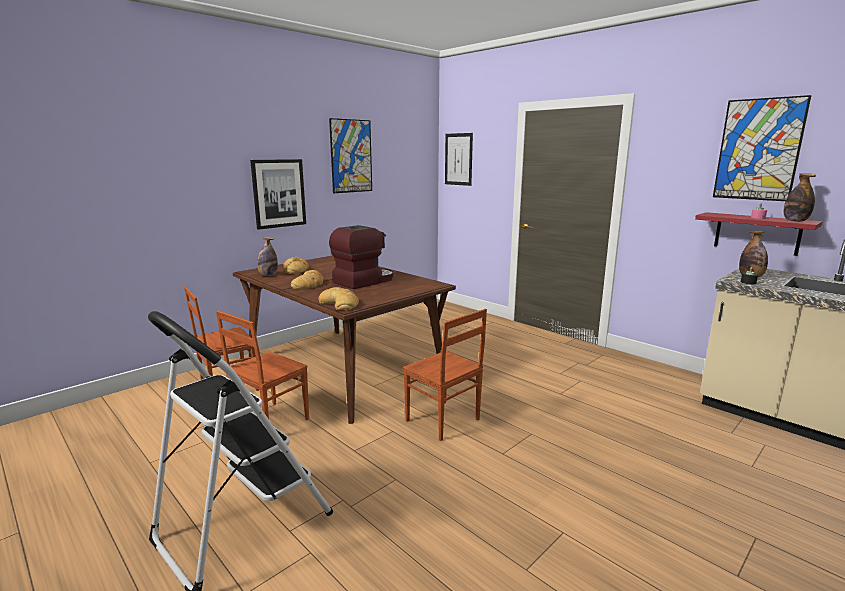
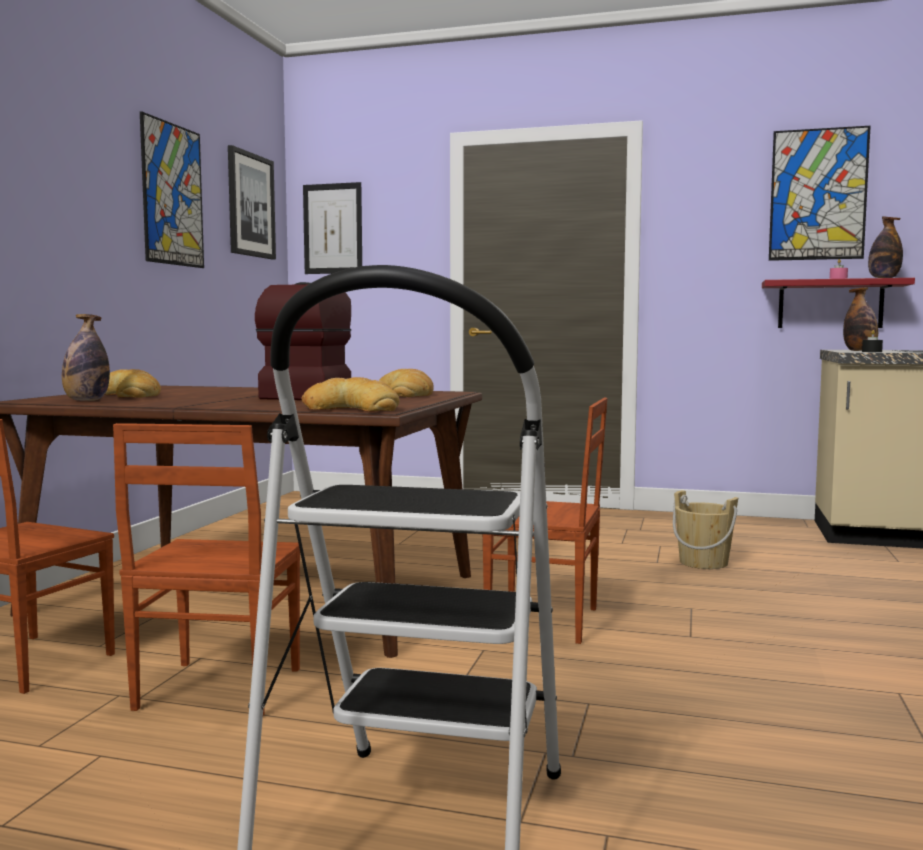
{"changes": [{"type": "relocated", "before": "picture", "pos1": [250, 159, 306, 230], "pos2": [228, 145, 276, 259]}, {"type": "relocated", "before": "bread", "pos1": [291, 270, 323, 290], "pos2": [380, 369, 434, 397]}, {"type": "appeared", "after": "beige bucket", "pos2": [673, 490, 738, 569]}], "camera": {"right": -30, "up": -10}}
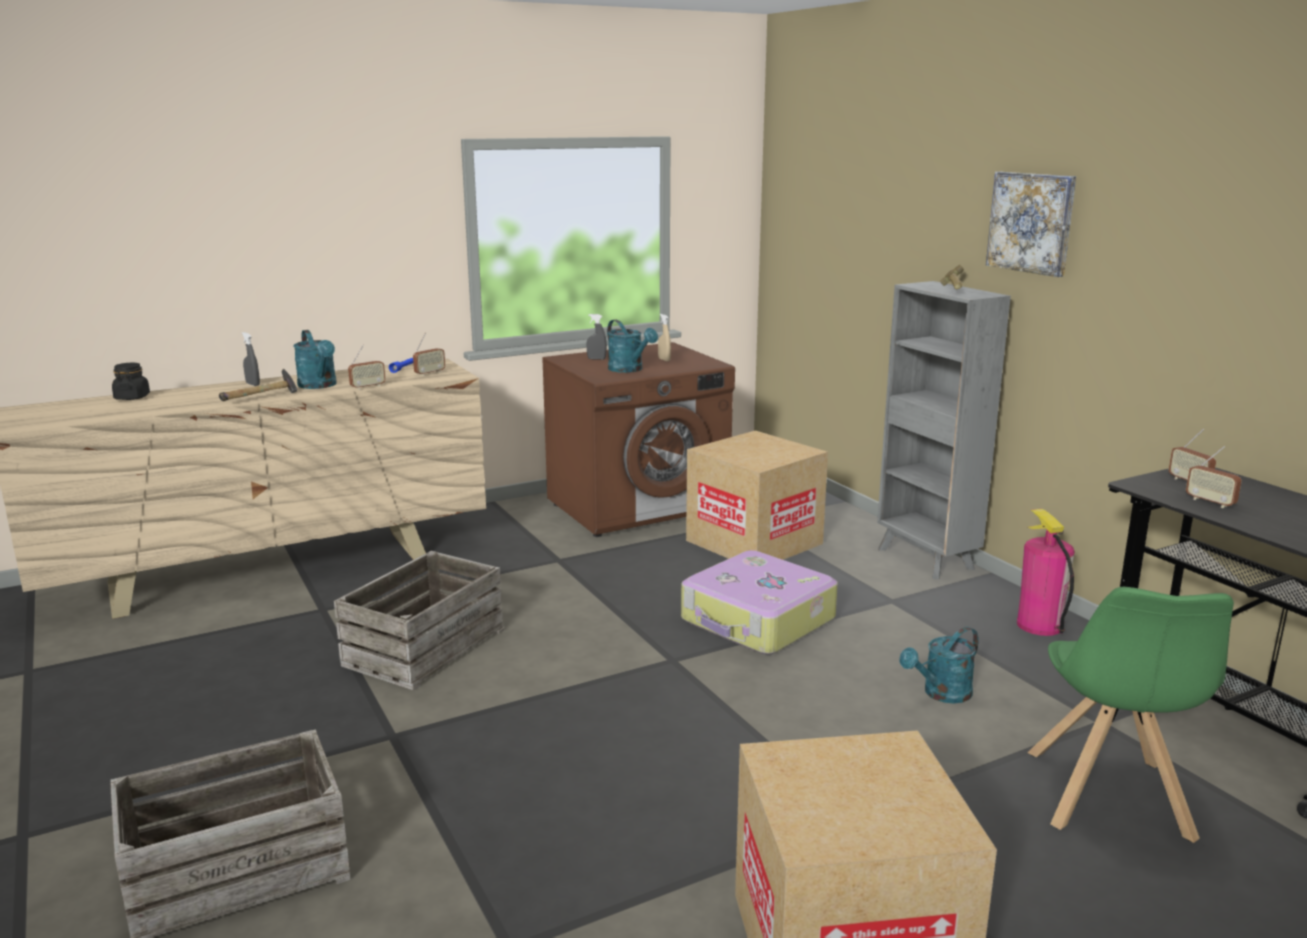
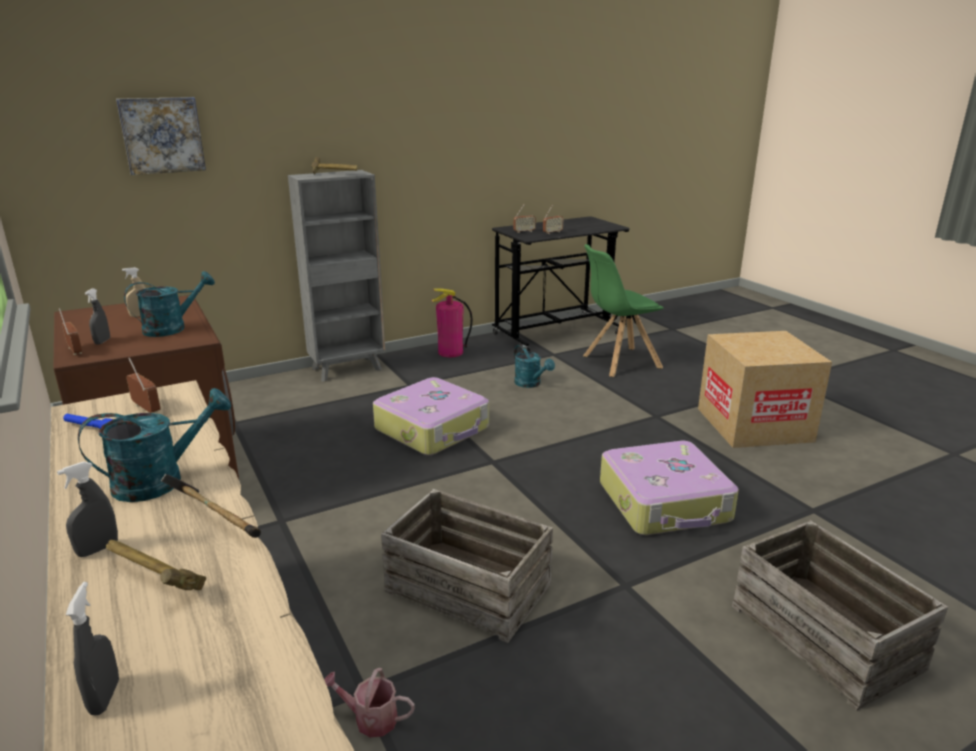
{"changes": [{"type": "relocated", "before": "radio", "pos1": [348, 344, 386, 390], "pos2": [59, 308, 82, 355]}, {"type": "exchanged", "before": "black jar", "after": "grey spray bottle", "pos1": [112, 363, 150, 400], "pos2": [66, 582, 119, 715]}, {"type": "appeared", "after": "hammer", "pos2": [106, 540, 206, 590]}, {"type": "relocated", "before": "picture", "pos1": [986, 172, 1076, 277], "pos2": [116, 97, 206, 175]}, {"type": "appeared", "after": "watering can", "pos2": [324, 668, 415, 737]}, {"type": "spun", "before": "green chair", "pos1": [1027, 587, 1234, 843], "pos2": [583, 244, 664, 377], "turn": 150}, {"type": "appeared", "after": "suitcase", "pos2": [600, 441, 739, 535]}, {"type": "missing", "before": "cardboard box", "pos1": [686, 430, 828, 560]}], "camera": {"right": -90, "up": 5}}
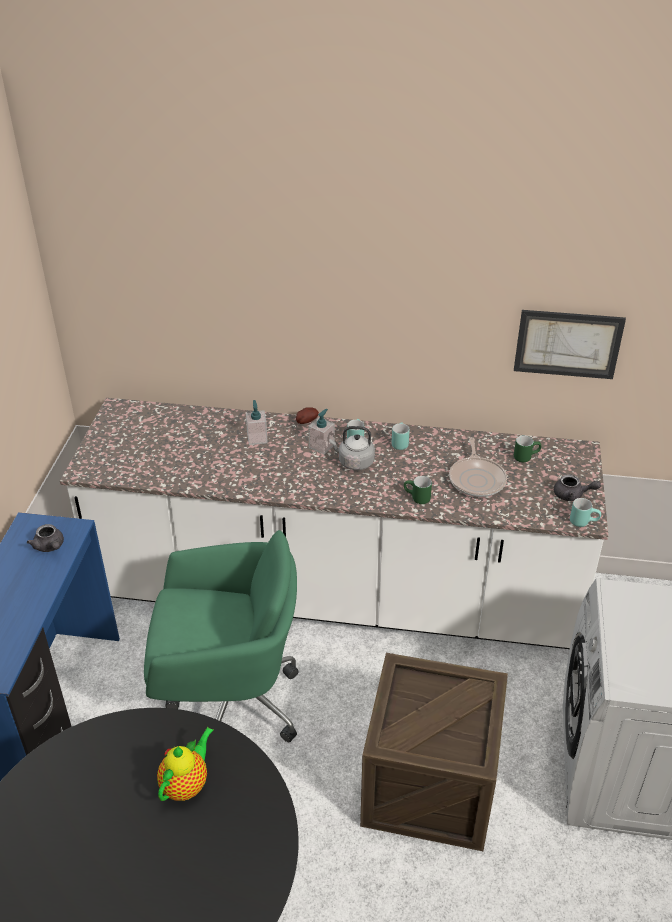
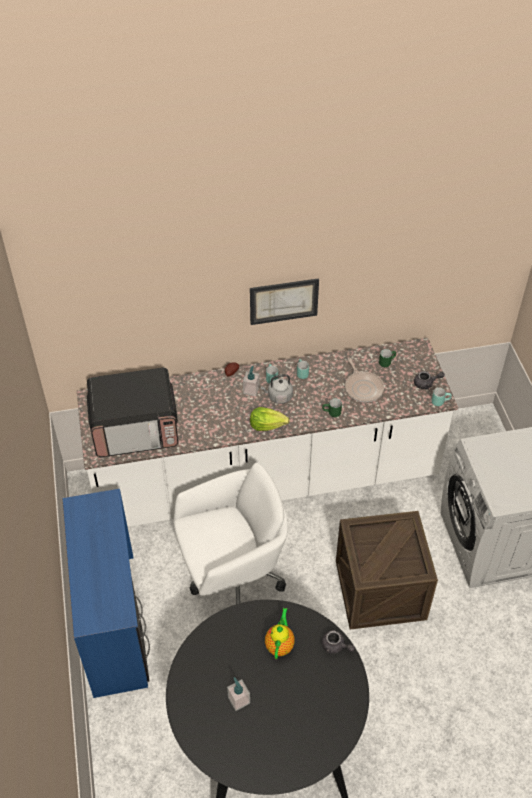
{"changes": [{"type": "appeared", "after": "microwave", "pos2": [87, 368, 179, 457]}, {"type": "colour", "before": "green office chair", "after": "white office chair", "pos1": [144, 530, 299, 742], "pos2": [173, 463, 288, 604]}, {"type": "relocated", "before": "soap dispenser", "pos1": [246, 400, 268, 445], "pos2": [227, 677, 250, 711]}, {"type": "relocated", "before": "picture", "pos1": [514, 310, 626, 379], "pos2": [250, 278, 319, 325]}, {"type": "appeared", "after": "lettuce", "pos2": [250, 407, 290, 431]}, {"type": "relocated", "before": "grey teapot", "pos1": [27, 524, 64, 552], "pos2": [322, 631, 355, 654]}], "camera": {"right": -20, "up": 10}}
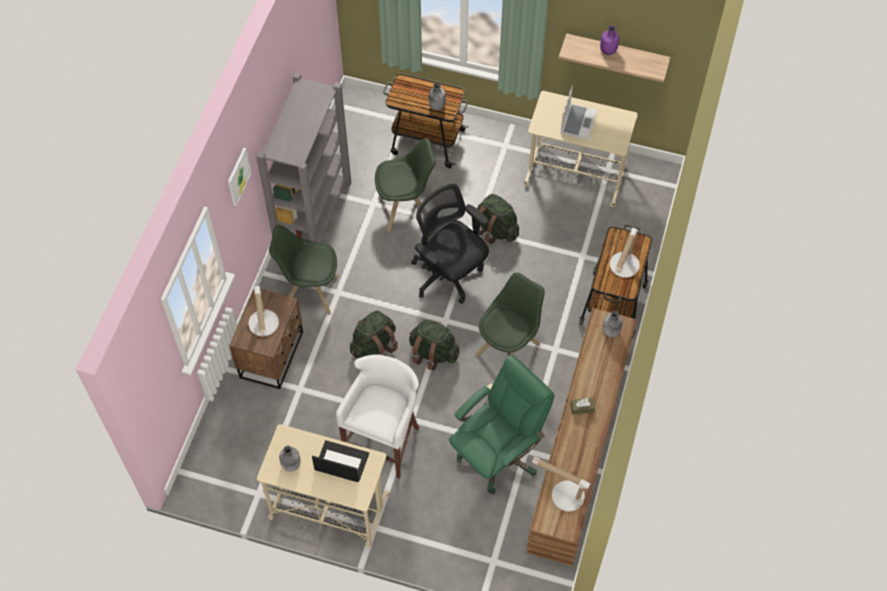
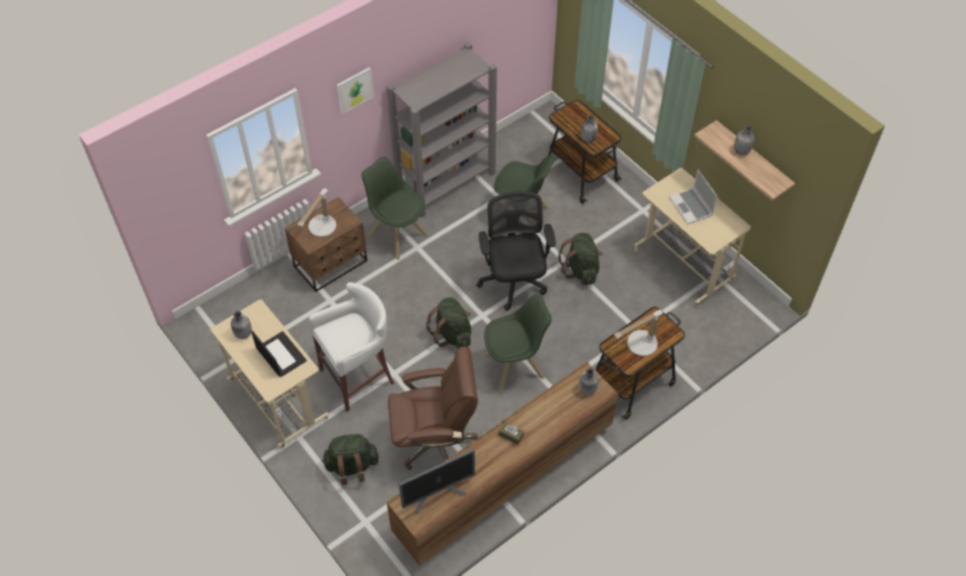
{"changes": [{"type": "relocated", "before": "green backpack", "pos1": [350, 310, 398, 359], "pos2": [322, 434, 379, 485]}, {"type": "colour", "before": "green office chair", "after": "brown office chair", "pos1": [449, 354, 554, 494], "pos2": [388, 347, 478, 470]}, {"type": "exchanged", "before": "table lamp", "after": "monitor", "pos1": [532, 457, 590, 511], "pos2": [399, 449, 475, 514]}, {"type": "spun", "before": "laptop", "pos1": [560, 86, 597, 140], "pos2": [669, 170, 718, 224], "turn": 105}, {"type": "colour", "before": "purple bottle", "after": "grey bottle", "pos1": [600, 25, 619, 55], "pos2": [734, 125, 755, 155]}], "camera": {"right": 35, "up": -5}}
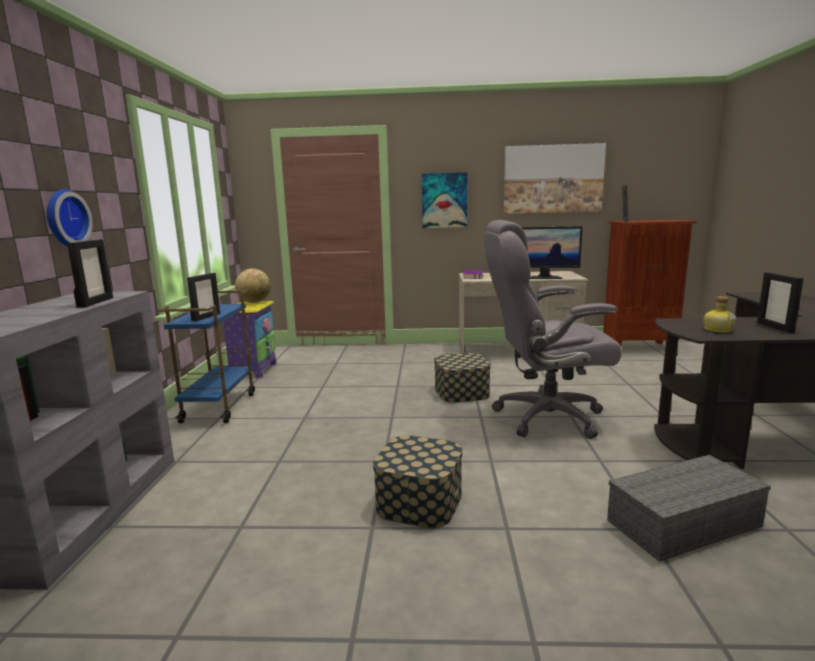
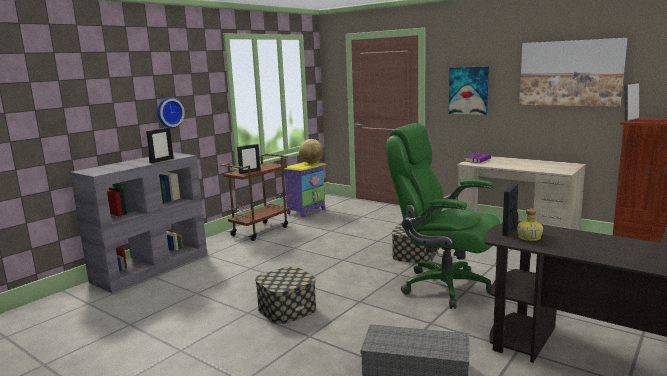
{"changes": [{"type": "colour", "before": "blue cart", "after": "brown cart", "pos1": [158, 290, 255, 423], "pos2": [221, 154, 290, 241]}, {"type": "colour", "before": "grey office chair", "after": "green office chair", "pos1": [484, 220, 622, 439], "pos2": [386, 123, 501, 309]}, {"type": "relocated", "before": "picture frame", "pos1": [757, 272, 804, 333], "pos2": [502, 183, 519, 236]}, {"type": "missing", "before": "monitor", "pos1": [521, 226, 583, 279]}], "camera": {"right": 35, "up": 0}}
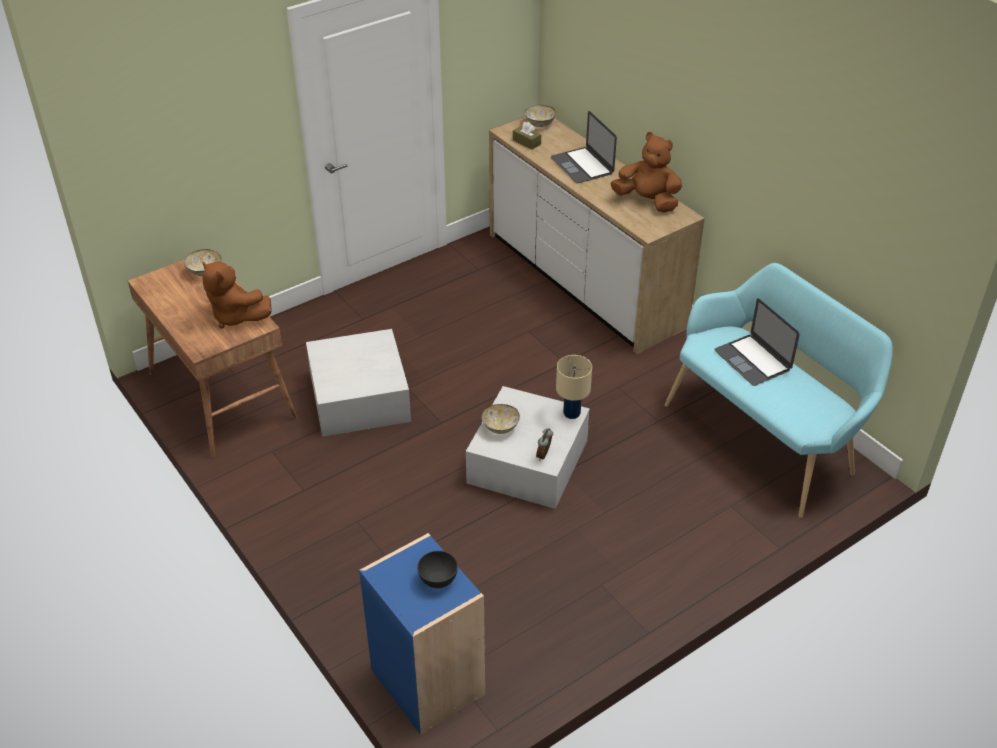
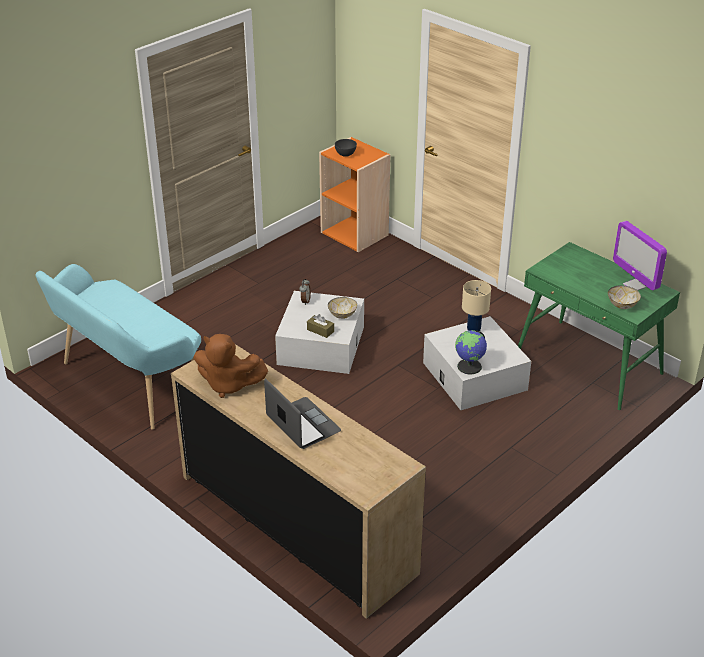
{"changes": [{"type": "relocated", "before": "brown tissue box", "pos1": [513, 122, 541, 150], "pos2": [307, 314, 334, 338]}, {"type": "colour", "before": "blue bookcase", "after": "orange bookcase", "pos1": [359, 533, 485, 735], "pos2": [319, 137, 390, 252]}, {"type": "appeared", "after": "globe", "pos2": [455, 330, 487, 374]}, {"type": "relocated", "before": "beige table lamp", "pos1": [556, 355, 592, 419], "pos2": [462, 280, 491, 331]}, {"type": "colour", "before": "brown desk", "after": "green desk", "pos1": [128, 259, 298, 457], "pos2": [518, 242, 680, 410]}, {"type": "appeared", "after": "monitor", "pos2": [613, 221, 667, 291]}, {"type": "missing", "before": "brown plush toy", "pos1": [202, 261, 272, 328]}, {"type": "missing", "before": "bowl", "pos1": [524, 105, 556, 127]}, {"type": "missing", "before": "laptop", "pos1": [714, 299, 800, 386]}], "camera": {"right": 170, "up": -5}}
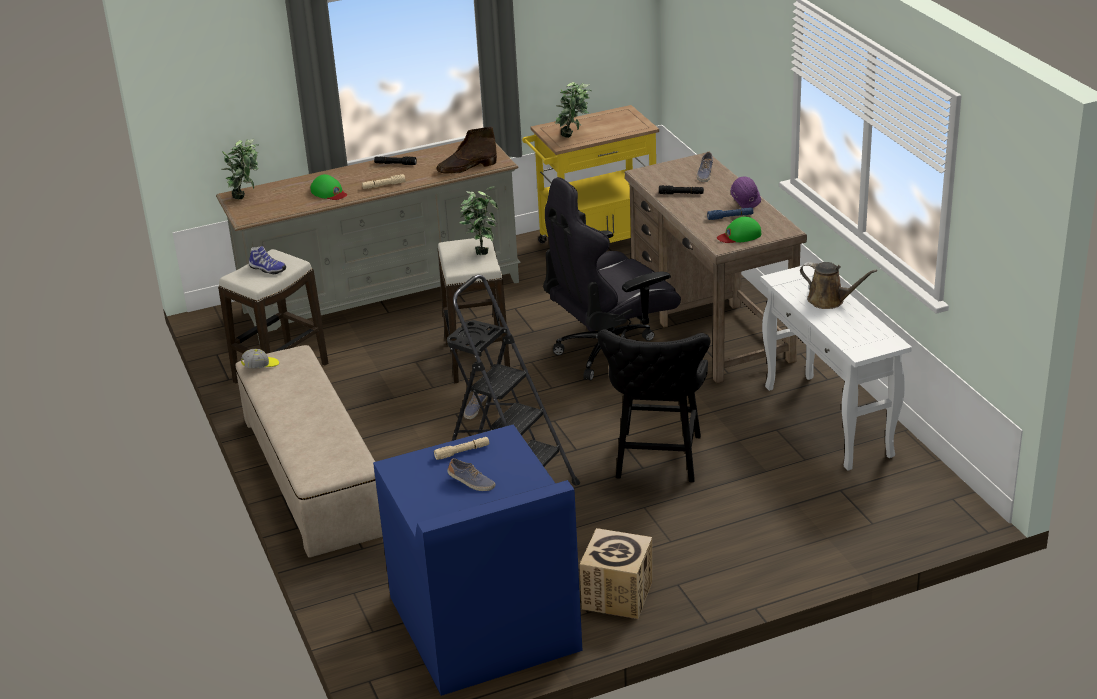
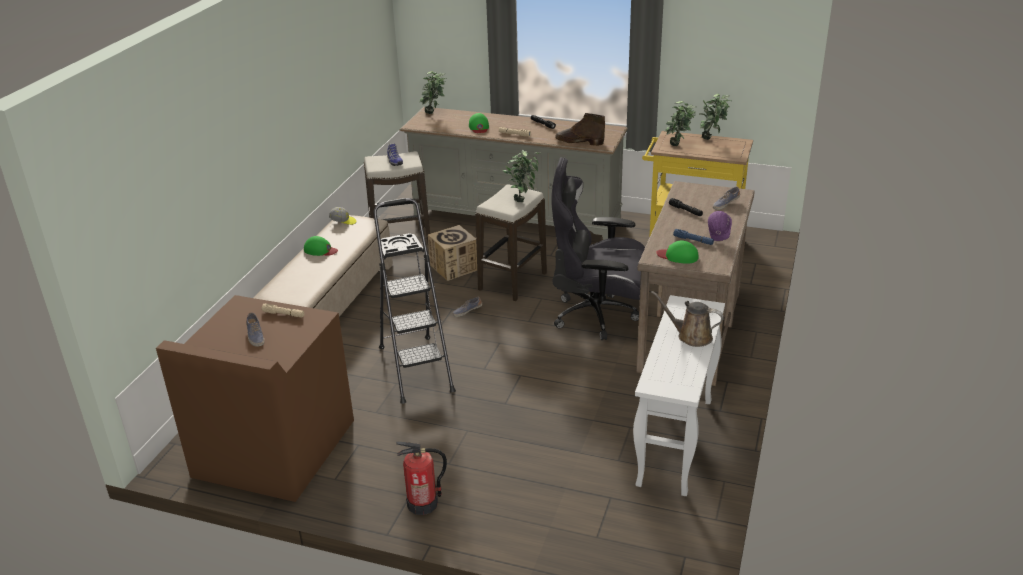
{"changes": [{"type": "colour", "before": "blue washing machine", "after": "brown washing machine", "pos1": [373, 424, 583, 696], "pos2": [156, 295, 354, 502]}, {"type": "appeared", "after": "green cap", "pos2": [304, 236, 338, 256]}, {"type": "appeared", "after": "fire extinguisher", "pos2": [396, 442, 447, 515]}, {"type": "relocated", "before": "cardboard box", "pos1": [580, 528, 652, 619], "pos2": [428, 225, 477, 281]}, {"type": "spun", "before": "brown watering can", "pos1": [800, 262, 877, 309], "pos2": [651, 291, 724, 347], "turn": 135}, {"type": "appeared", "after": "potted plant", "pos2": [699, 94, 732, 140]}, {"type": "missing", "before": "black stool", "pos1": [597, 329, 710, 482]}], "camera": {"right": 40, "up": 0}}
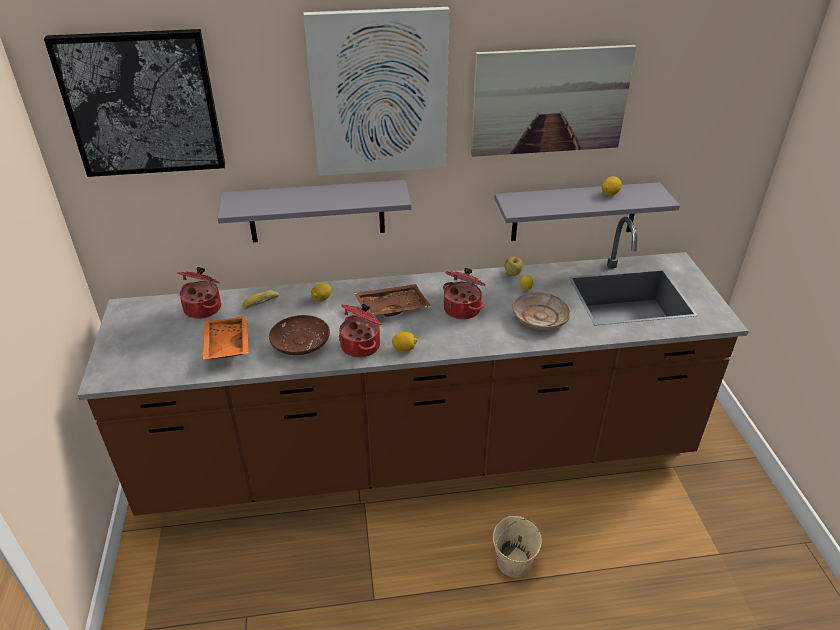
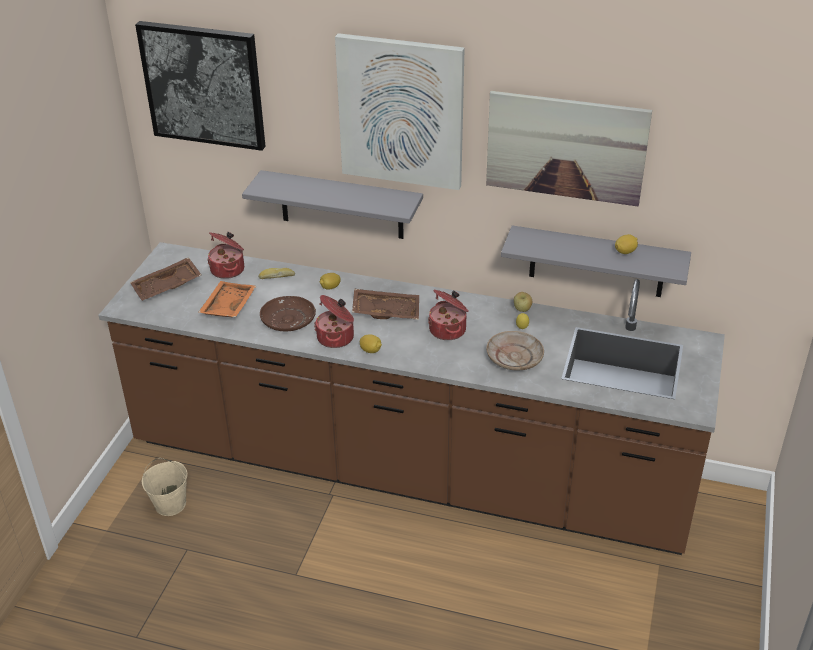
{"changes": [{"type": "appeared", "after": "brown tray", "pos2": [130, 257, 201, 301]}, {"type": "relocated", "before": "beige bucket", "pos1": [493, 516, 542, 577], "pos2": [142, 458, 187, 516]}], "camera": {"right": 25, "up": 0}}
